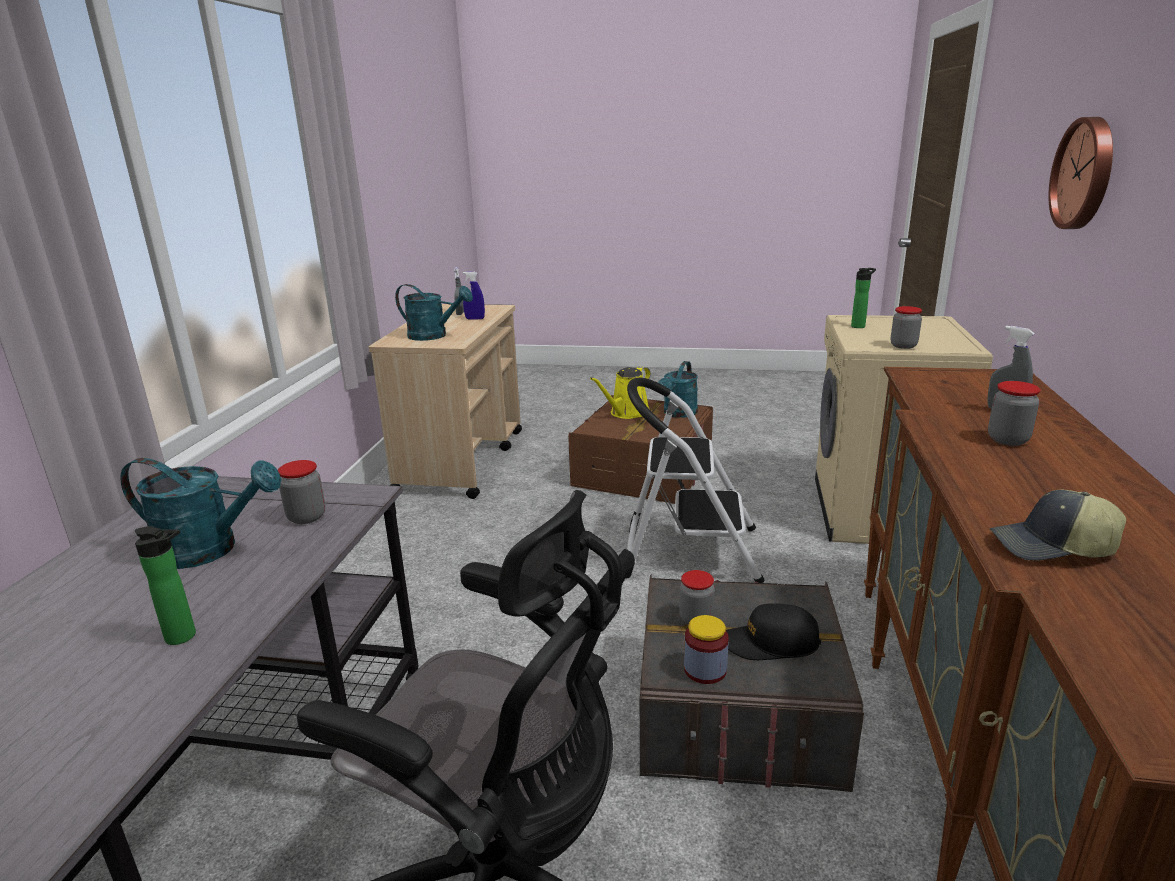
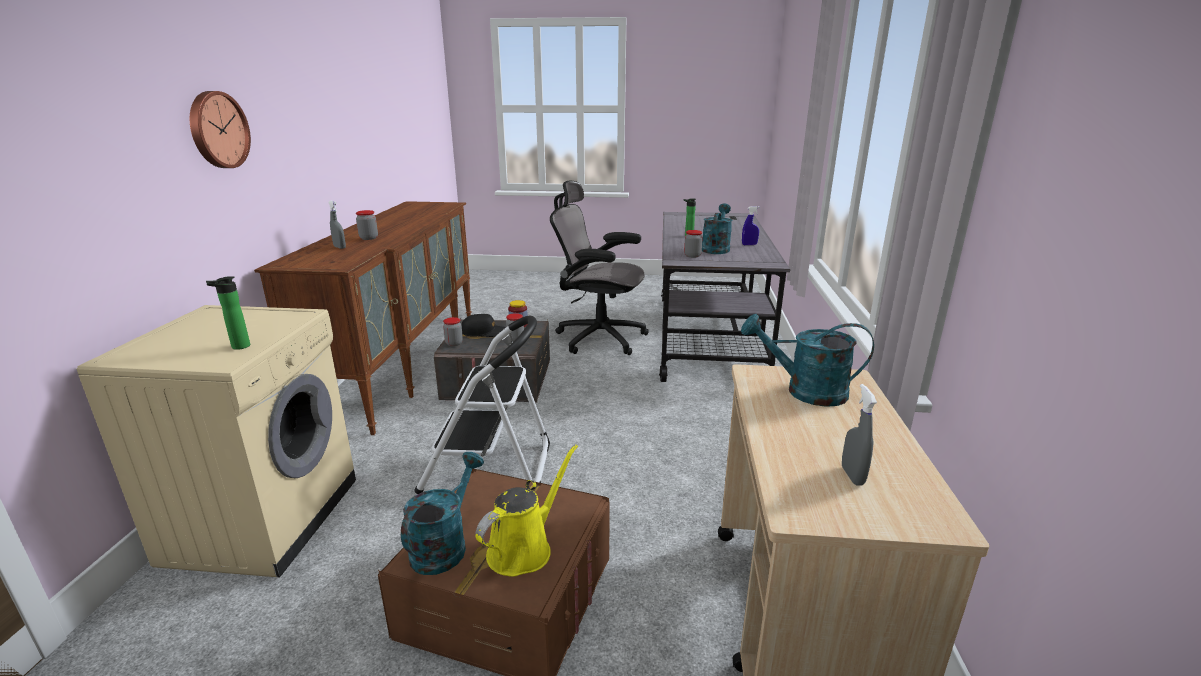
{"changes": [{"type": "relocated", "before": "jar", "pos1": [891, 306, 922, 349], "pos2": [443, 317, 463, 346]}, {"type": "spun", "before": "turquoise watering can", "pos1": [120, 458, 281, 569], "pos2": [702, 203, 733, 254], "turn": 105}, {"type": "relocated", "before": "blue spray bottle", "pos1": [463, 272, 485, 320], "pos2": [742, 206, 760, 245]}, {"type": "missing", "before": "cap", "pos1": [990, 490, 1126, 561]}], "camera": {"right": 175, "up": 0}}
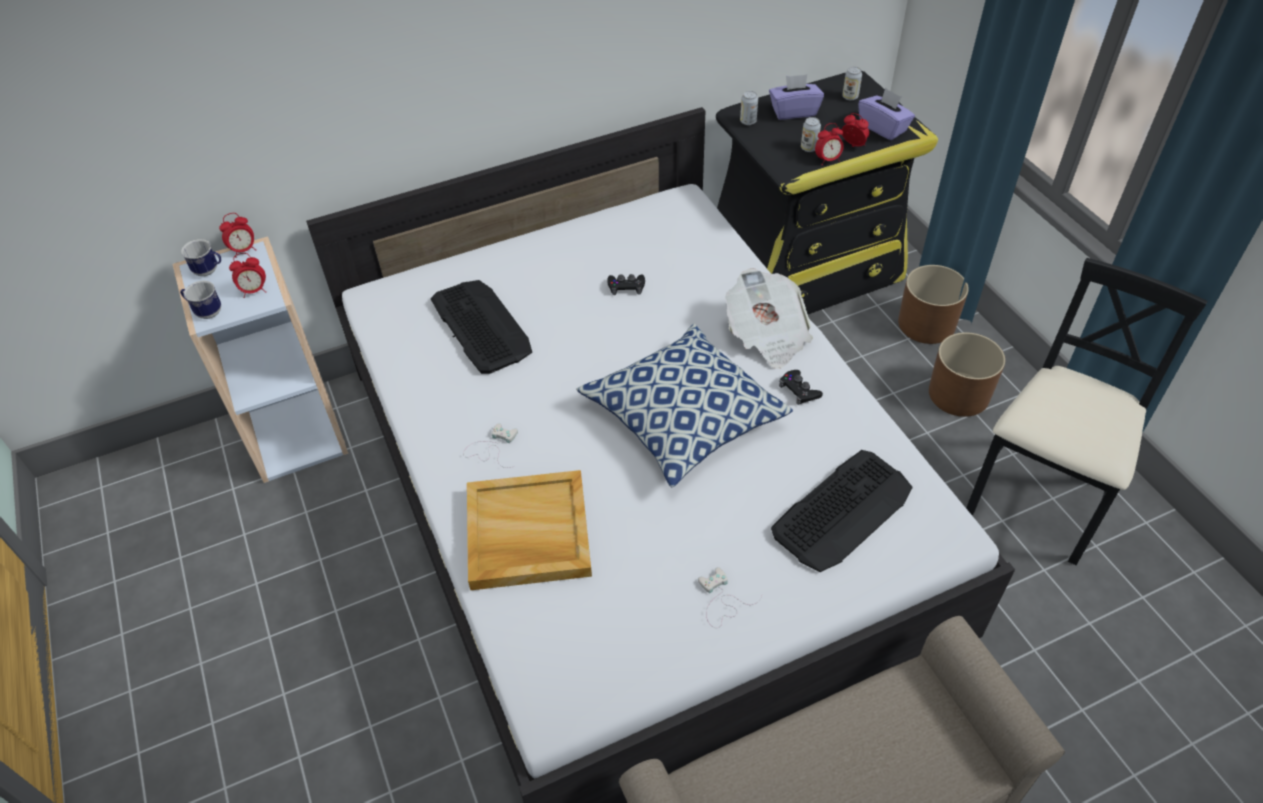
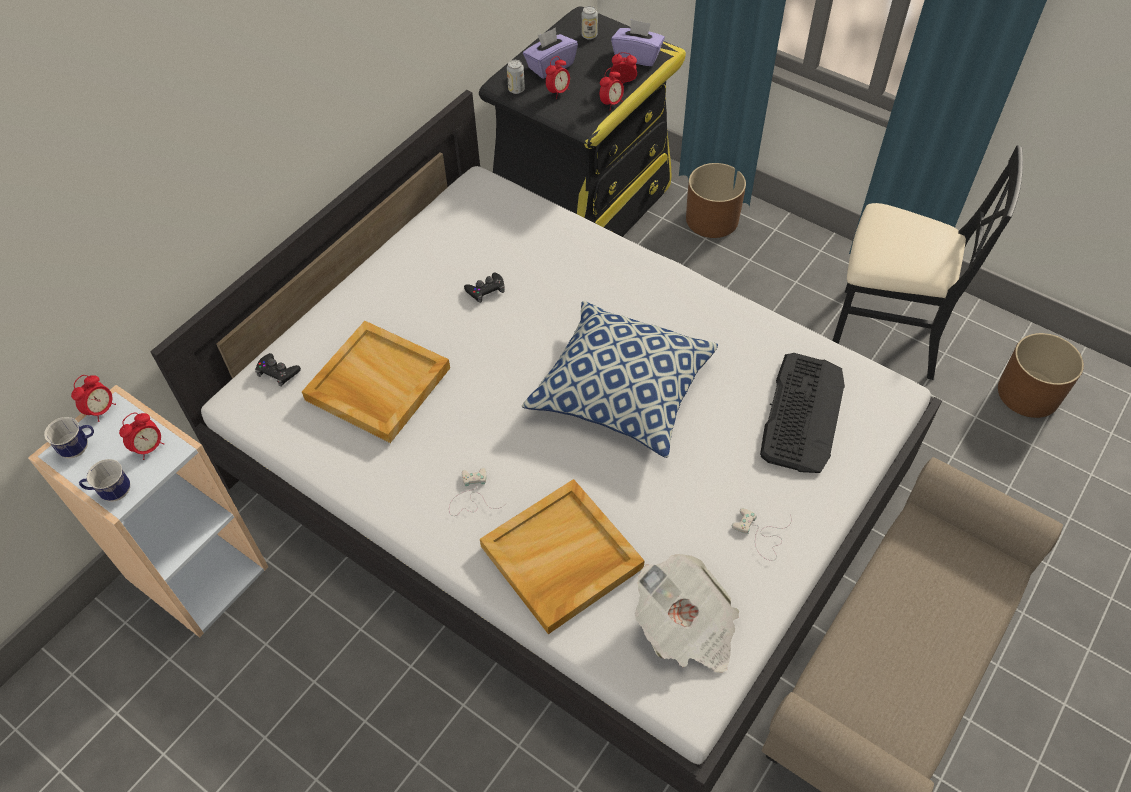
{"changes": [{"type": "relocated", "before": "black game controller", "pos1": [779, 370, 823, 405], "pos2": [255, 353, 301, 387]}, {"type": "exchanged", "before": "keyboard", "after": "beige tray", "pos1": [431, 280, 532, 374], "pos2": [302, 321, 450, 443]}, {"type": "appeared", "after": "alarm clock", "pos2": [545, 56, 570, 99]}, {"type": "relocated", "before": "newspaper", "pos1": [725, 268, 813, 369], "pos2": [635, 554, 739, 673]}, {"type": "spun", "before": "black chair", "pos1": [966, 258, 1208, 565], "pos2": [832, 145, 1023, 380], "turn": 105}, {"type": "relocated", "before": "brown planter", "pos1": [929, 332, 1005, 417], "pos2": [998, 333, 1084, 418]}, {"type": "missing", "before": "can", "pos1": [801, 117, 821, 152]}], "camera": {"right": -30, "up": 5}}
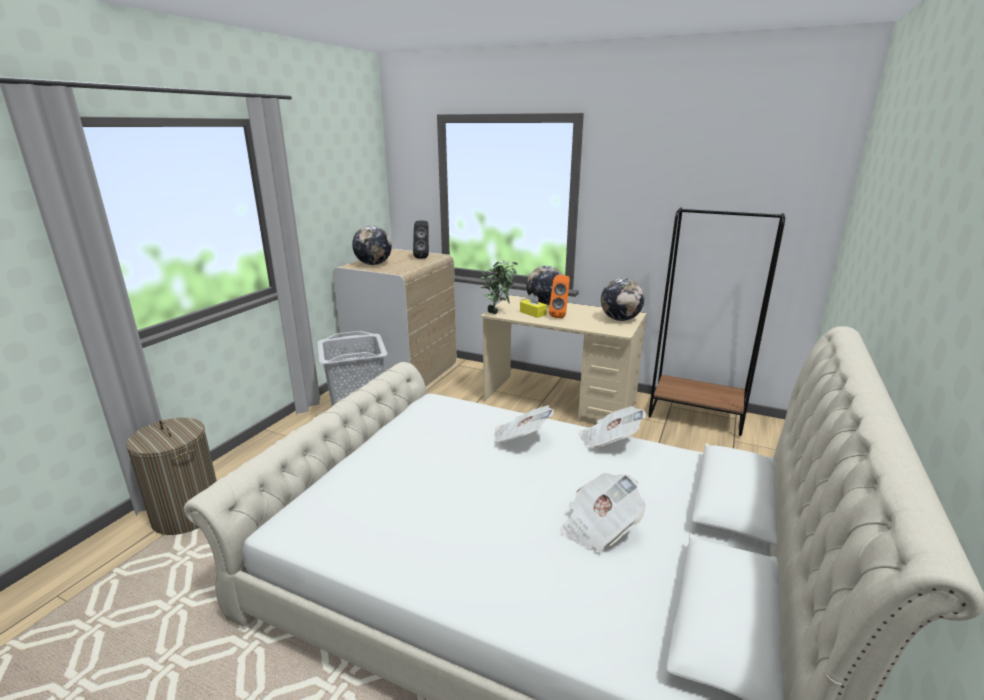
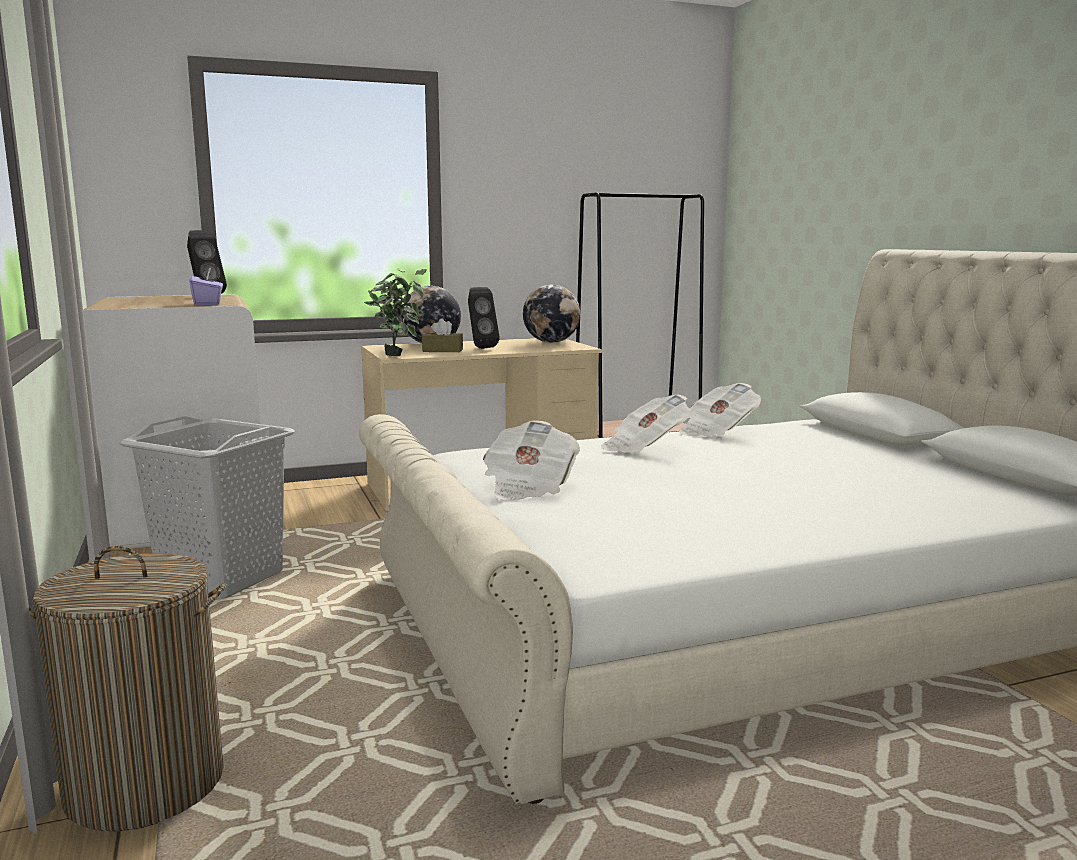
{"changes": [{"type": "appeared", "after": "purple tissue box", "pos2": [189, 267, 223, 305]}, {"type": "colour", "before": "yellow tissue box", "after": "brown tissue box", "pos1": [520, 293, 547, 318], "pos2": [422, 318, 463, 352]}, {"type": "colour", "before": "orange speaker", "after": "black speaker", "pos1": [549, 275, 570, 318], "pos2": [468, 287, 499, 349]}, {"type": "relocated", "before": "newspaper", "pos1": [560, 473, 645, 552], "pos2": [483, 420, 580, 501]}, {"type": "missing", "before": "globe", "pos1": [352, 226, 392, 265]}], "camera": {"right": -45, "up": -10}}
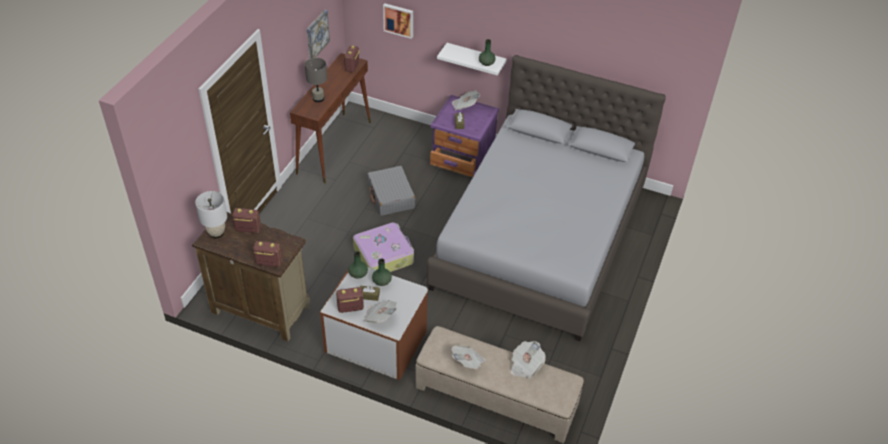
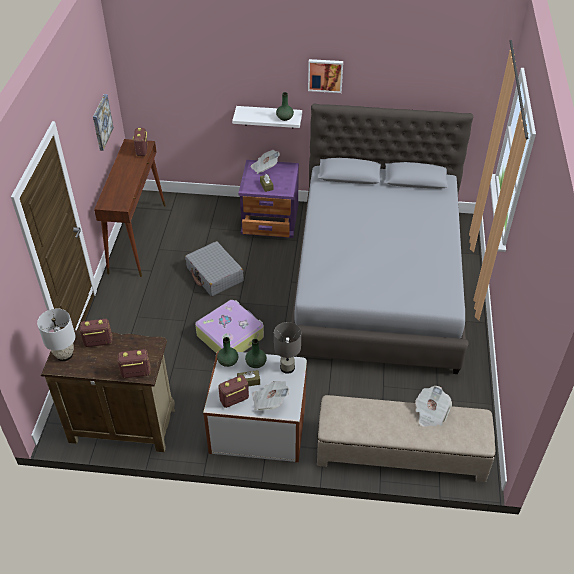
{"changes": [{"type": "relocated", "before": "grey table lamp", "pos1": [305, 58, 327, 102], "pos2": [274, 322, 301, 374]}, {"type": "relocated", "before": "picture", "pos1": [383, 4, 413, 39], "pos2": [308, 59, 343, 93]}, {"type": "missing", "before": "newspaper", "pos1": [451, 345, 486, 370]}], "camera": {"right": -15, "up": 0}}
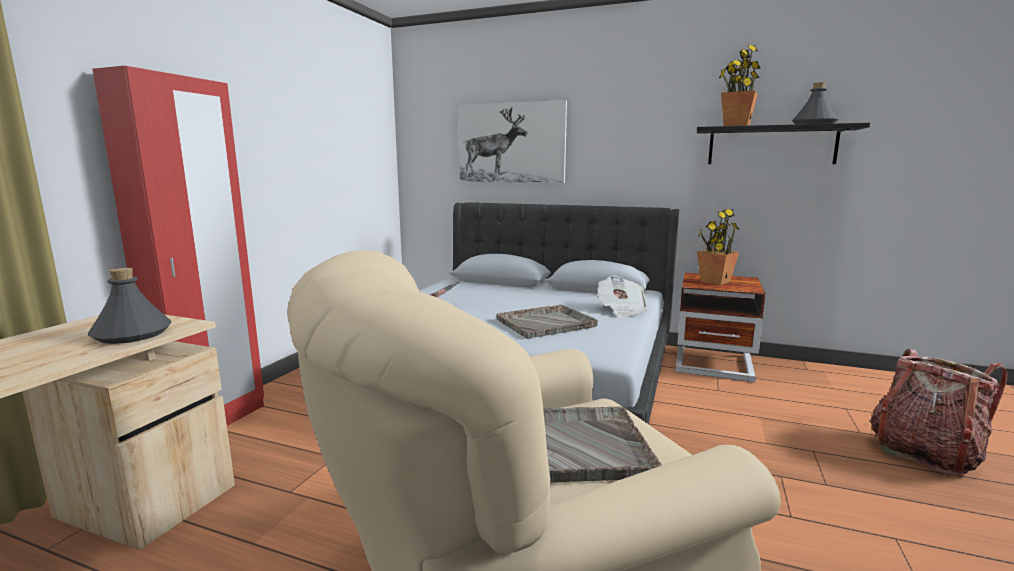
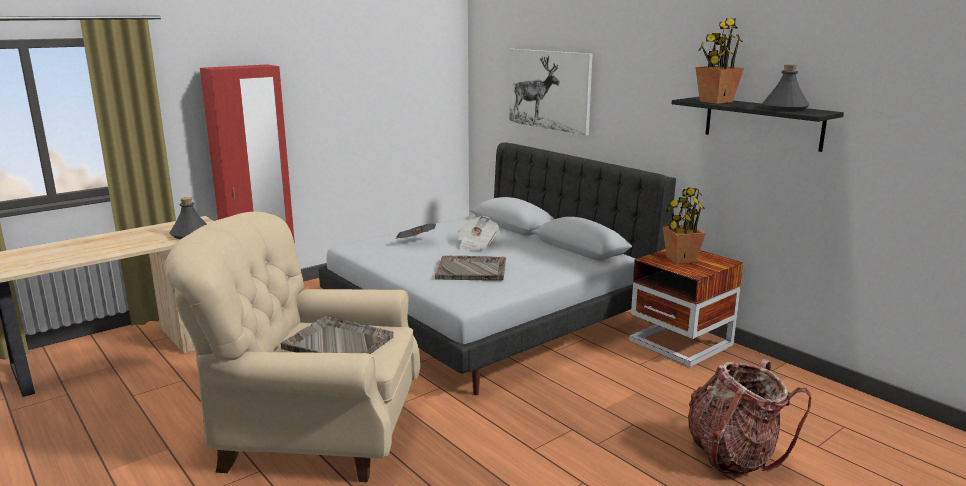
{"changes": [{"type": "relocated", "before": "newspaper", "pos1": [597, 276, 647, 318], "pos2": [458, 216, 499, 251]}], "camera": {"right": 30, "up": 5}}
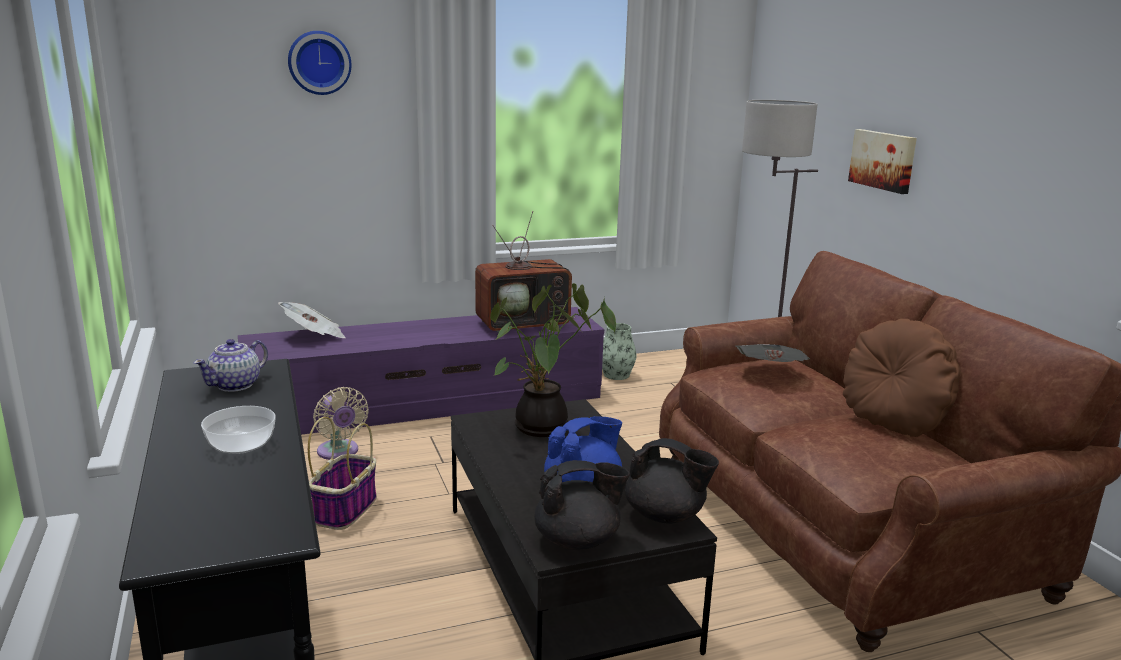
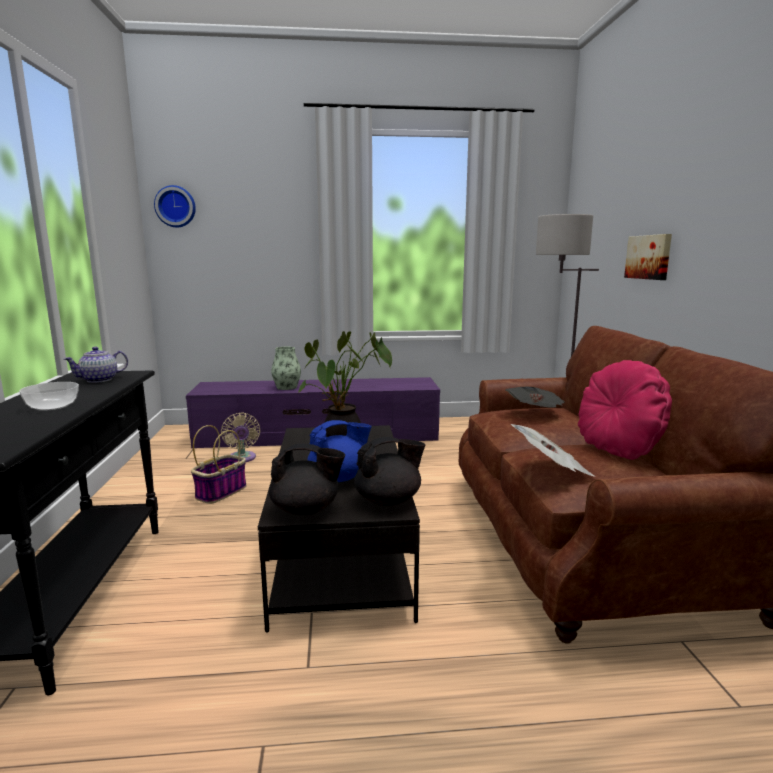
{"changes": [{"type": "relocated", "before": "wall clock", "pos1": [288, 31, 351, 95], "pos2": [154, 185, 196, 227]}, {"type": "relocated", "before": "vase", "pos1": [602, 323, 637, 380], "pos2": [271, 347, 301, 390]}, {"type": "spun", "before": "black teapot", "pos1": [625, 438, 719, 524], "pos2": [354, 437, 425, 506], "turn": -60}, {"type": "relocated", "before": "newspaper", "pos1": [278, 302, 345, 338], "pos2": [511, 424, 596, 477]}, {"type": "colour", "before": "brown pillow", "after": "pink pillow", "pos1": [843, 319, 960, 437], "pos2": [578, 360, 672, 460]}, {"type": "missing", "before": "television", "pos1": [475, 211, 576, 333]}], "camera": {"right": 15, "up": -5}}
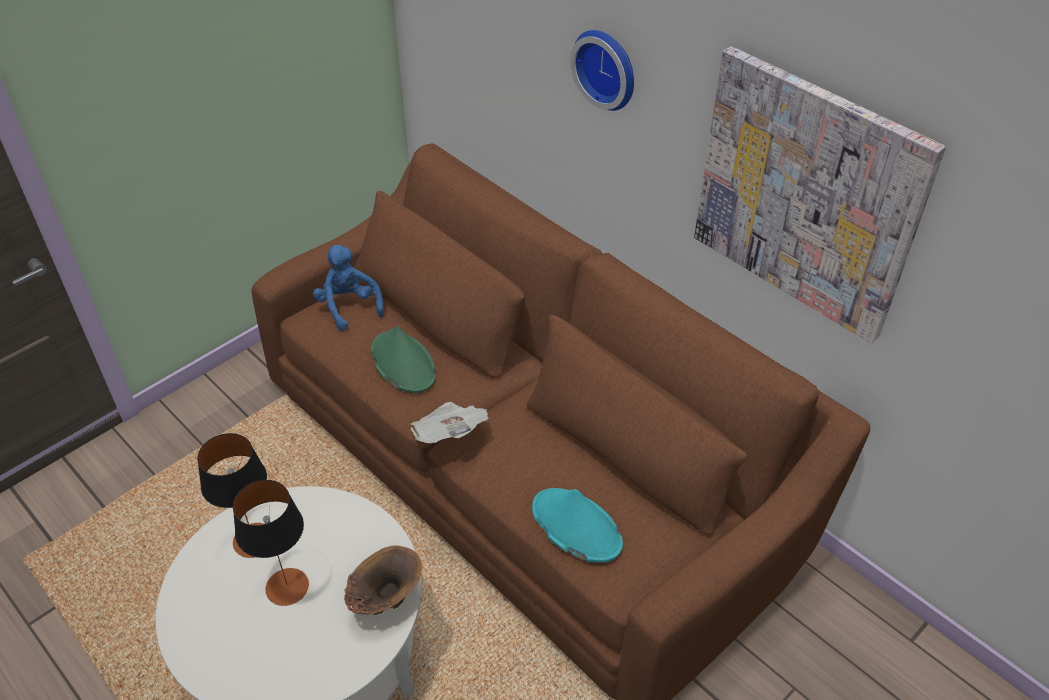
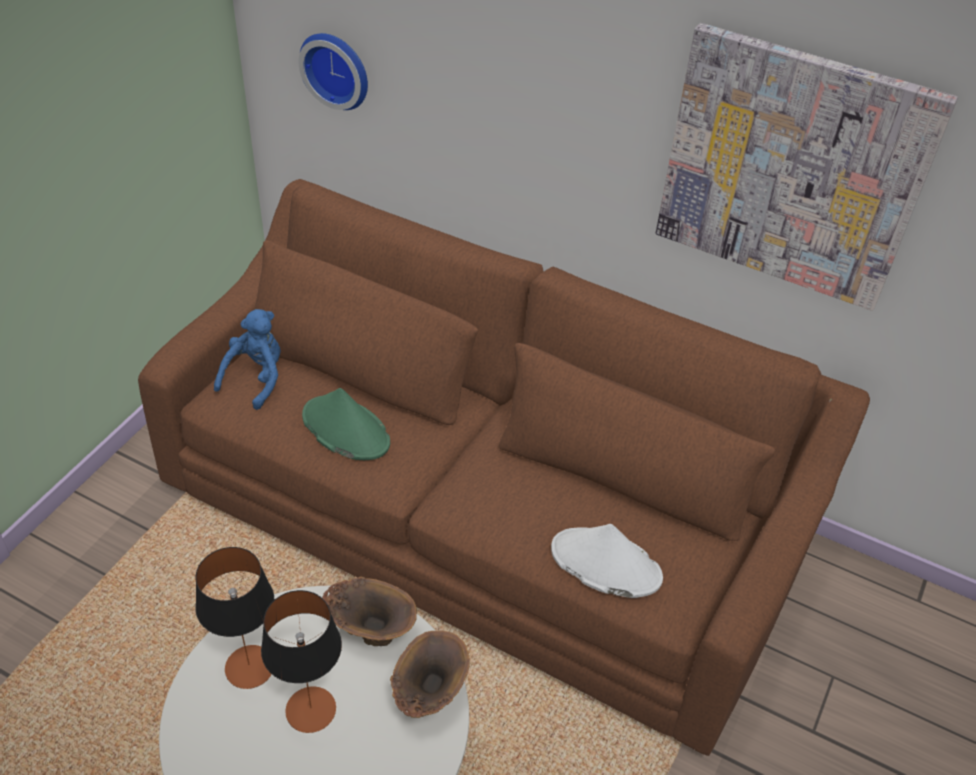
{"changes": [{"type": "spun", "before": "blue plush toy", "pos1": [313, 245, 384, 331], "pos2": [214, 309, 281, 410], "turn": 75}, {"type": "relocated", "before": "wall clock", "pos1": [570, 30, 634, 111], "pos2": [299, 33, 368, 110]}, {"type": "appeared", "after": "brown vase", "pos2": [322, 576, 417, 646]}, {"type": "colour", "before": "turquoise hat", "after": "white hat", "pos1": [532, 488, 623, 563], "pos2": [551, 524, 663, 598]}, {"type": "missing", "before": "newspaper", "pos1": [411, 402, 488, 443]}], "camera": {"right": -20, "up": 0}}
